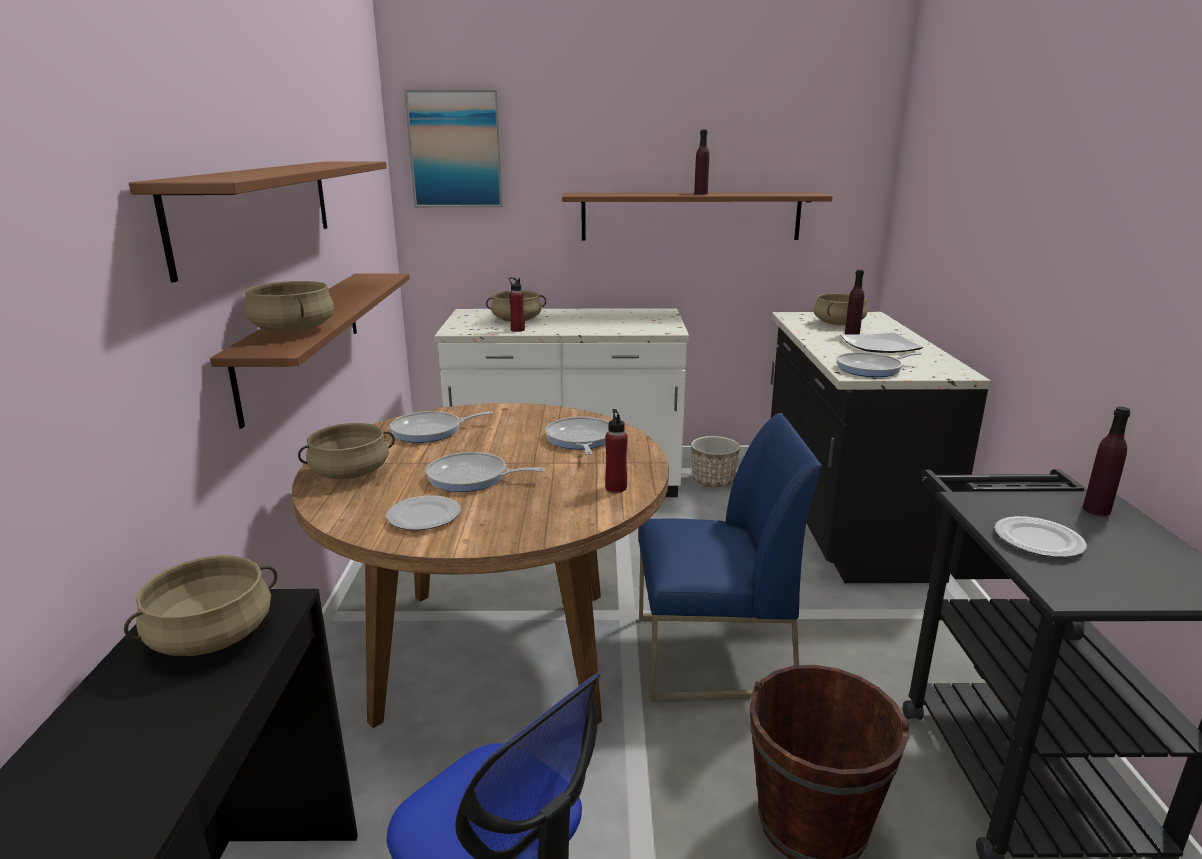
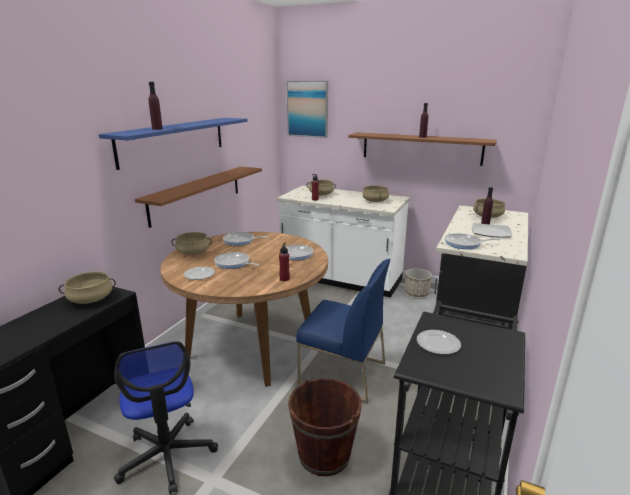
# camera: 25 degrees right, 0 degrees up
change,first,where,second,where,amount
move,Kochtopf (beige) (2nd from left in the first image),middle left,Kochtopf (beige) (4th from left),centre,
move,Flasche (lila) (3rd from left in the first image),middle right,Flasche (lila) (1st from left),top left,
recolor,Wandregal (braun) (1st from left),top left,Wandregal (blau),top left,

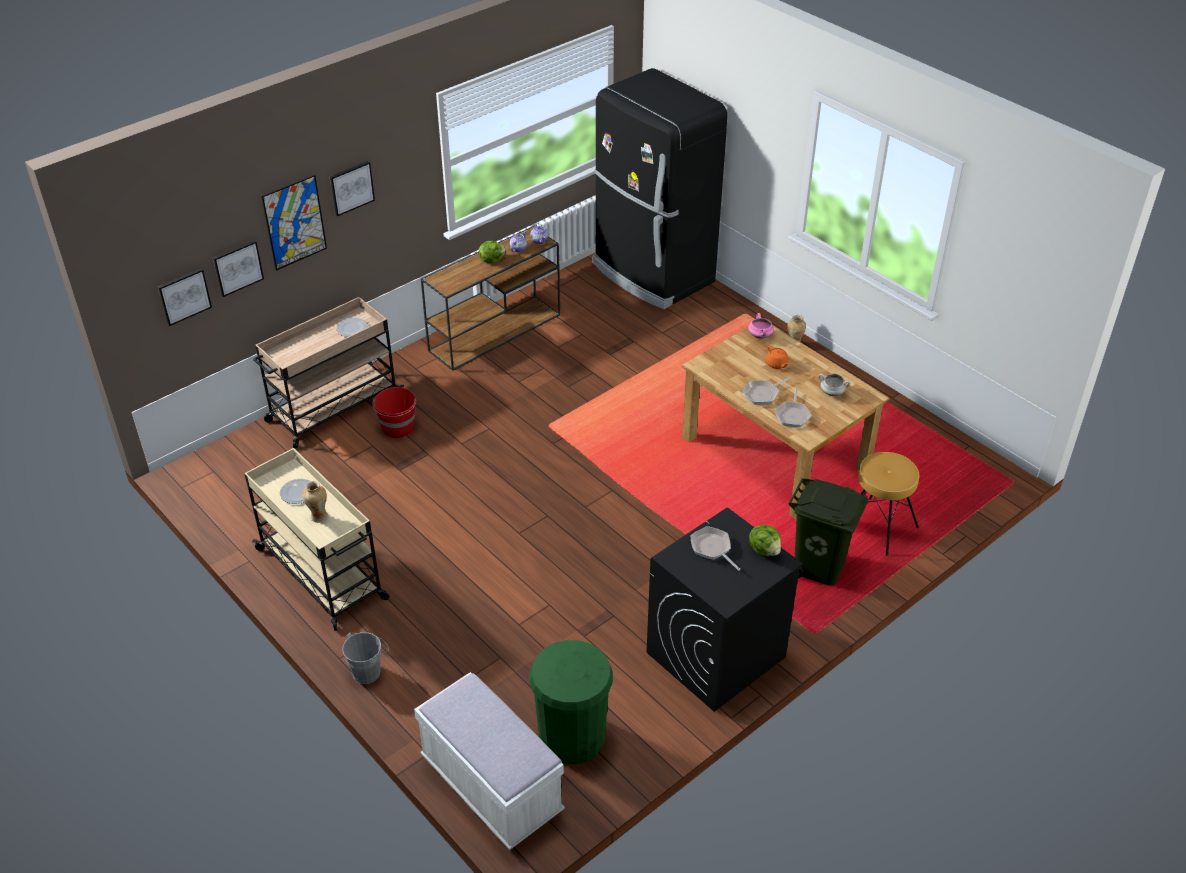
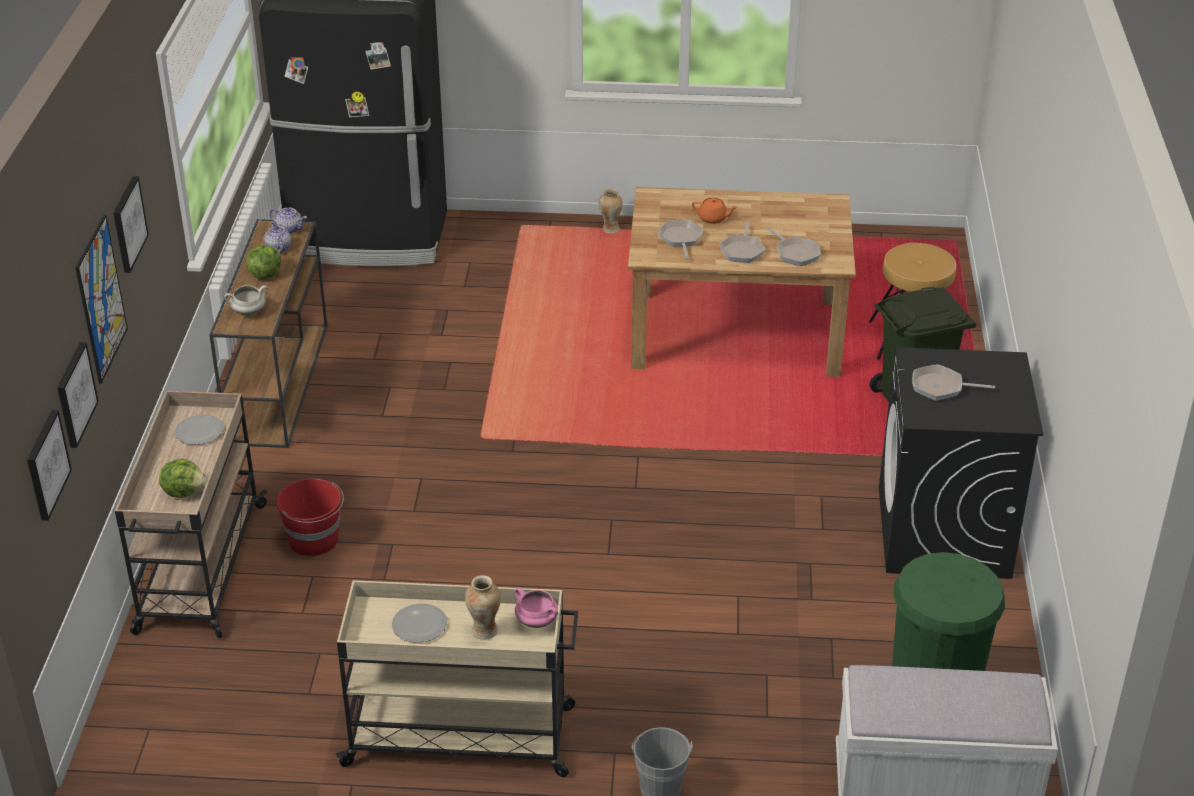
# camera: 45 degrees left, 5 degrees down
change,first,where,second,where,amount
insert,,,Pfanne (1st from left),top centre,
move,Kochtopf (rosa),centre,,bottom centre,
move,Salatkopf (2nd from left in the first image),centre,Salatkopf (1st from left),middle left,
move,Kochtopf (weiß),middle right,,middle left,

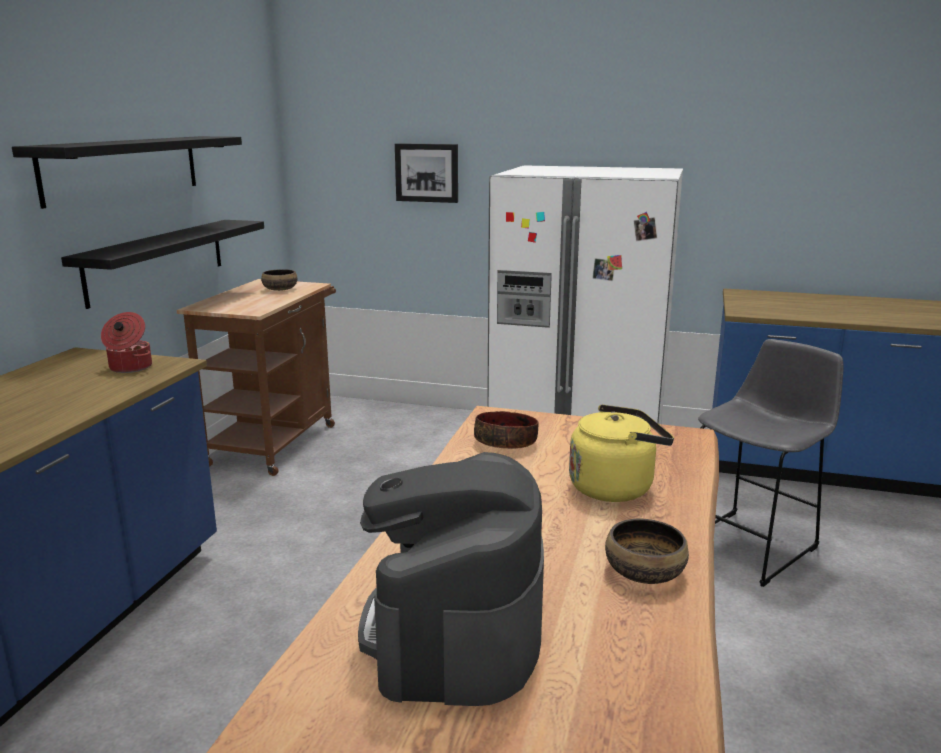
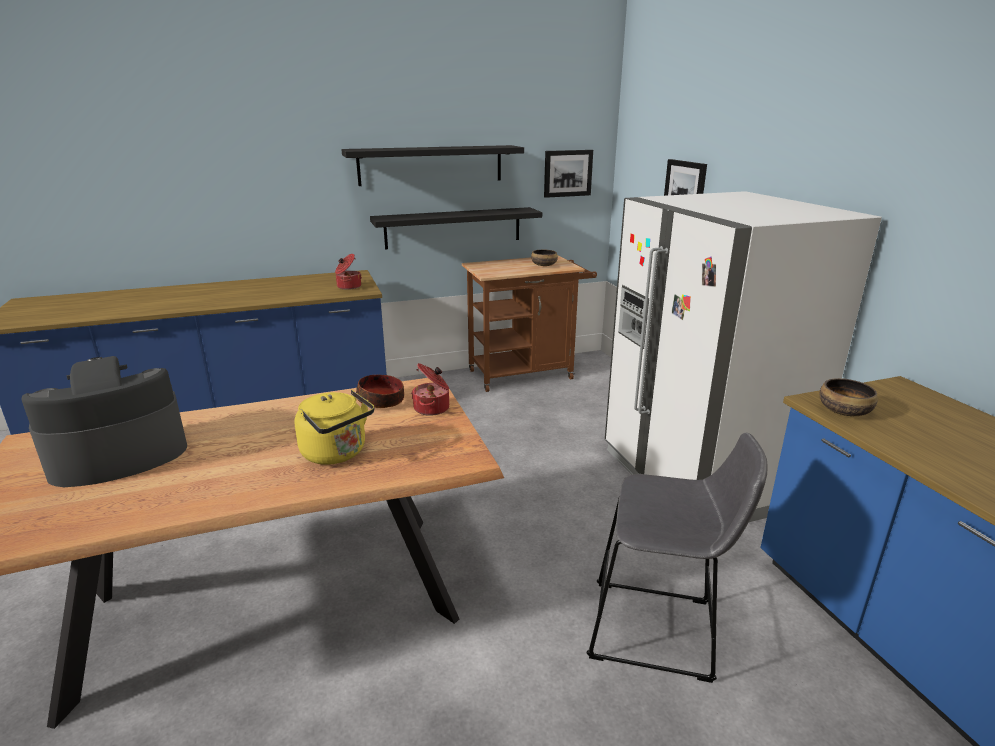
# camera: 55 degrees right, 5 degrees up
change,first,where,second,where,amount
insert,,,Kochtopf (2nd from left),centre,
insert,,,Bild (1st from left),top centre,
move,Schüssel (3rd from left),bottom right,,middle right,

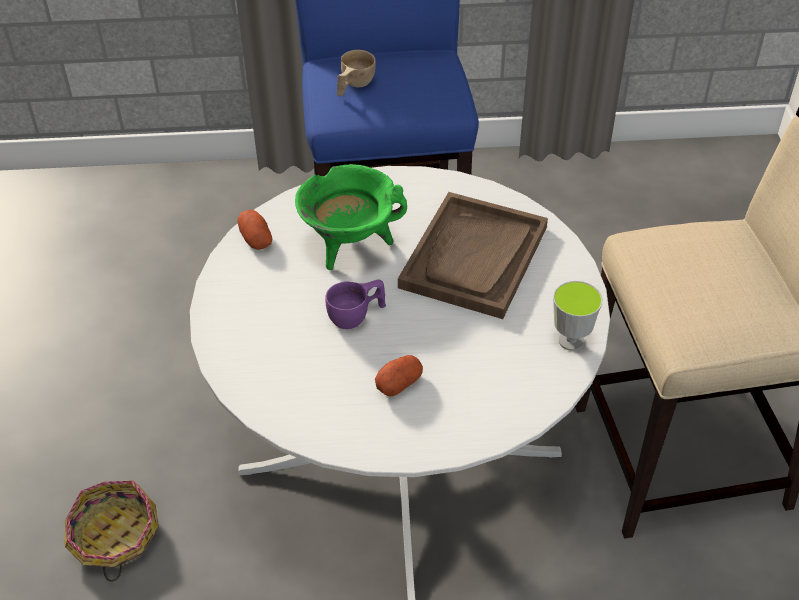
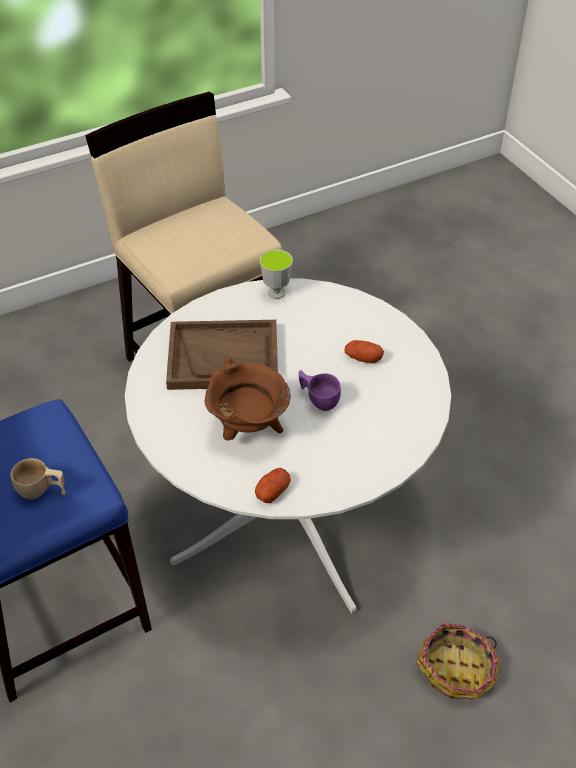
# camera: 115 degrees left, 0 degrees up
change,first,where,second,where,amount
recolor,Kochtopf (grün),centre,Kochtopf (braun),centre,

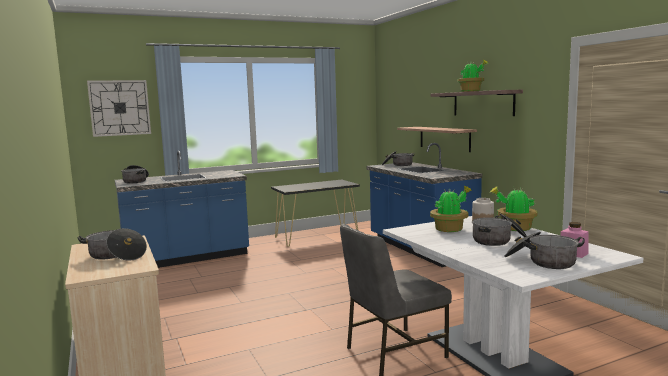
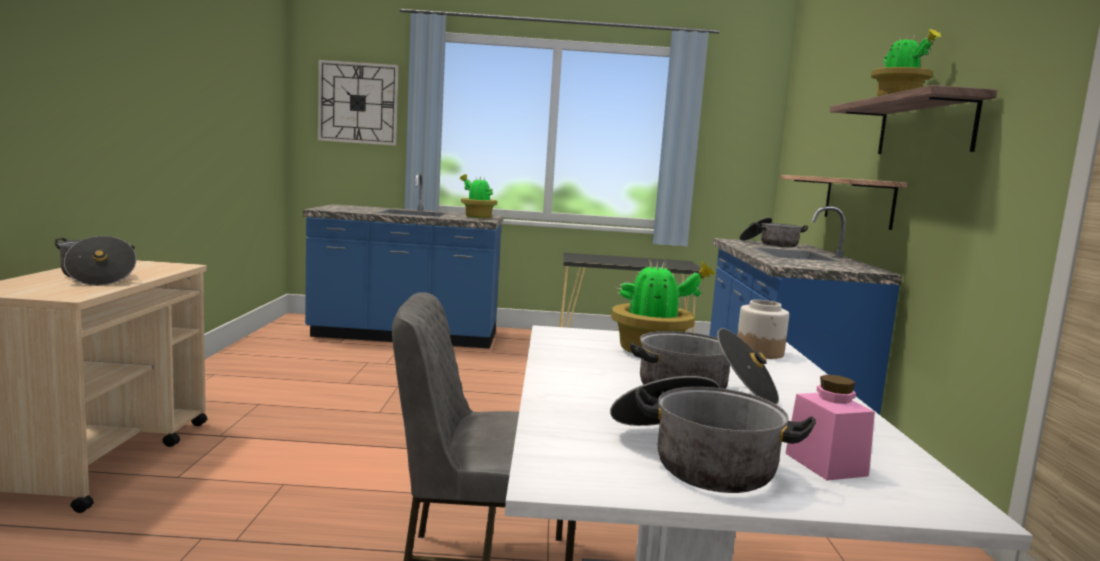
# camera: 25 degrees right, 0 degrees up
change,first,where,second,where,amount
delete,Kochtopf (2nd from left),middle left,,,
move,Topfpflanze (3rd from left in the first image),middle right,Topfpflanze (1st from left),centre,

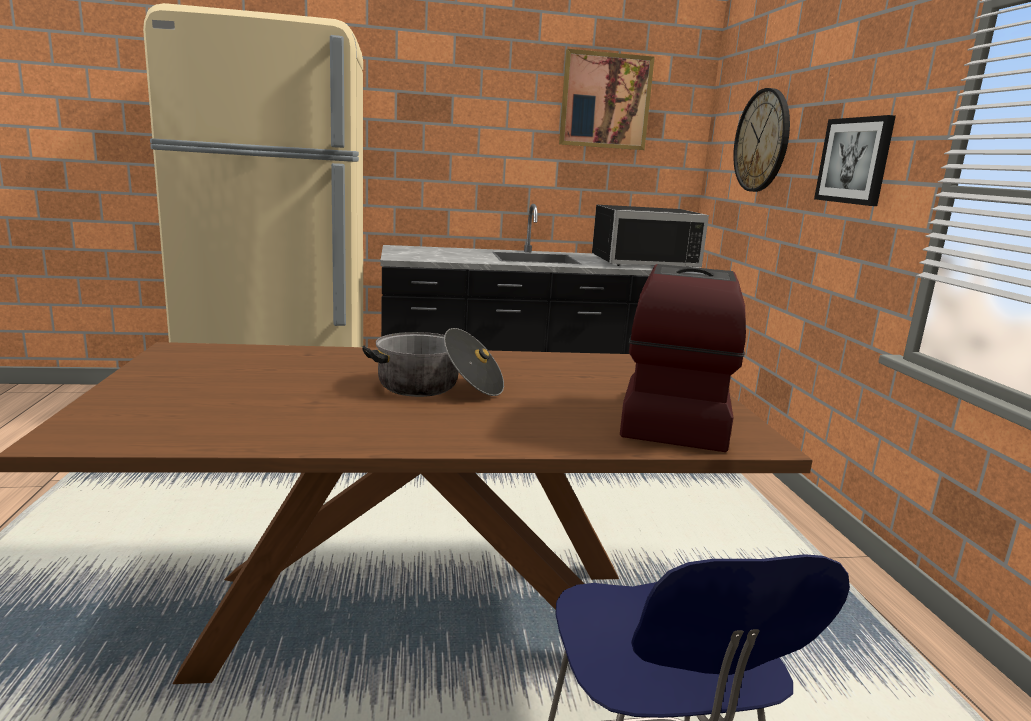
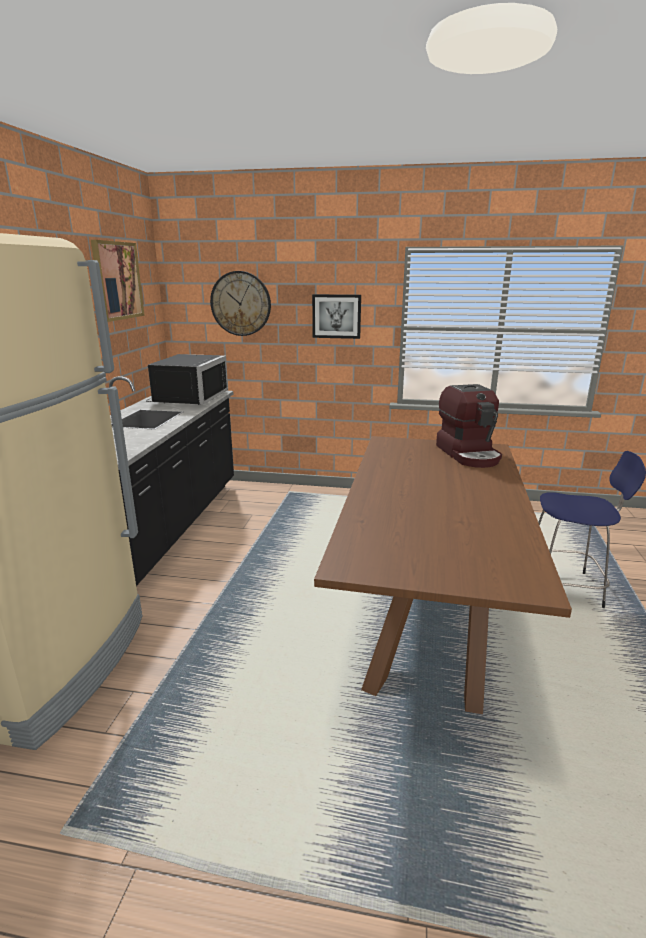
# camera: 70 degrees left, 5 degrees up
change,first,where,second,where,amount
delete,Kochtopf,centre,,,
rotate,Kaffeemaschine,centre,,middle right,135 degrees counterclockwise

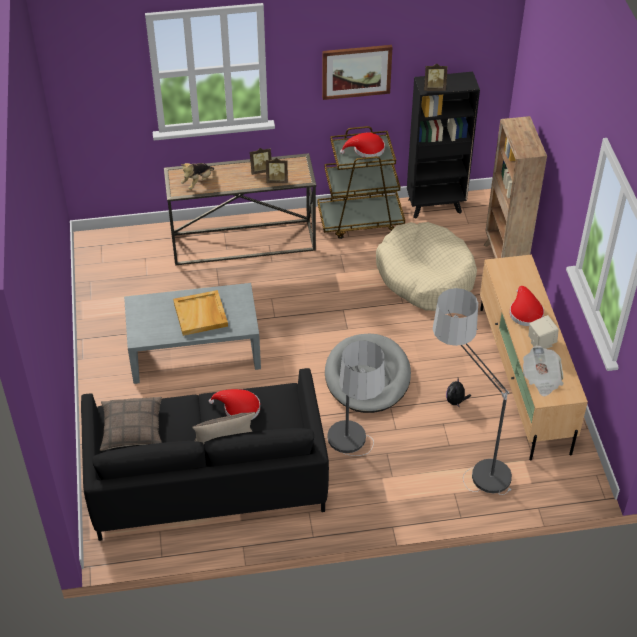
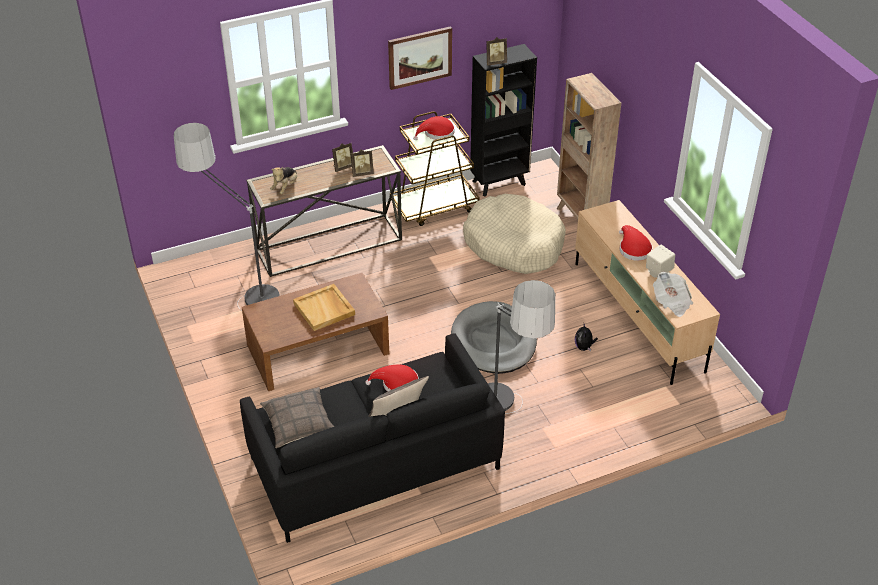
# camera: 15 degrees left, 5 degrees down
change,first,where,second,where,amount
move,Stehlampe (2nd from left in the first image),middle right,Stehlampe (1st from left),middle left,
recolor,Couchtisch (grau),middle left,Couchtisch (braun),centre,

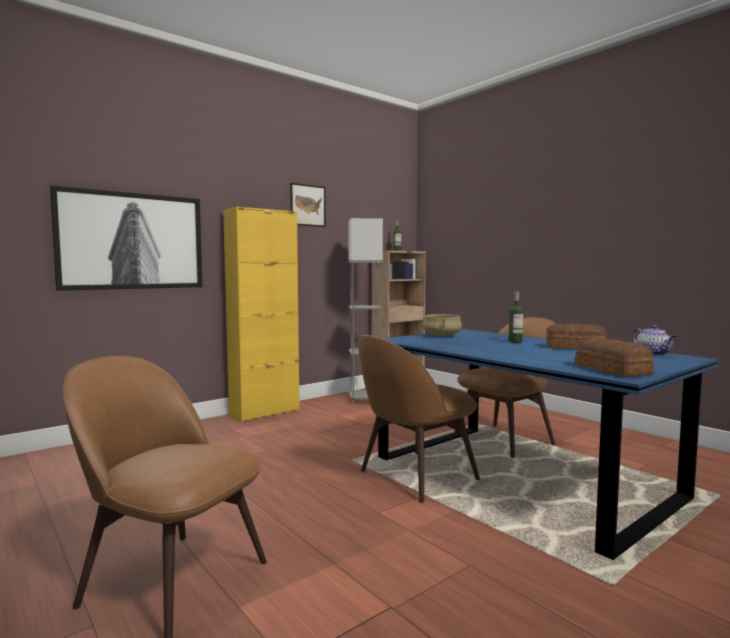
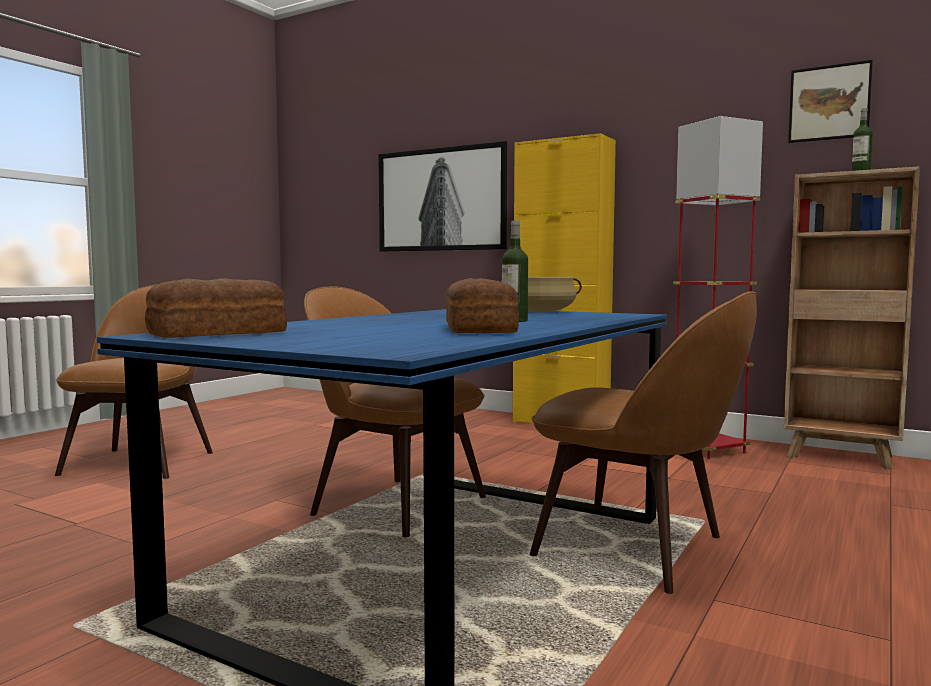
# camera: 70 degrees right, 0 degrees up
change,first,where,second,where,amount
delete,Teekanne,middle right,,,
move,Bild (2nd from left),top centre,,top right,
recolor,Stehlampe (grau),centre,Stehlampe (rot),middle right,

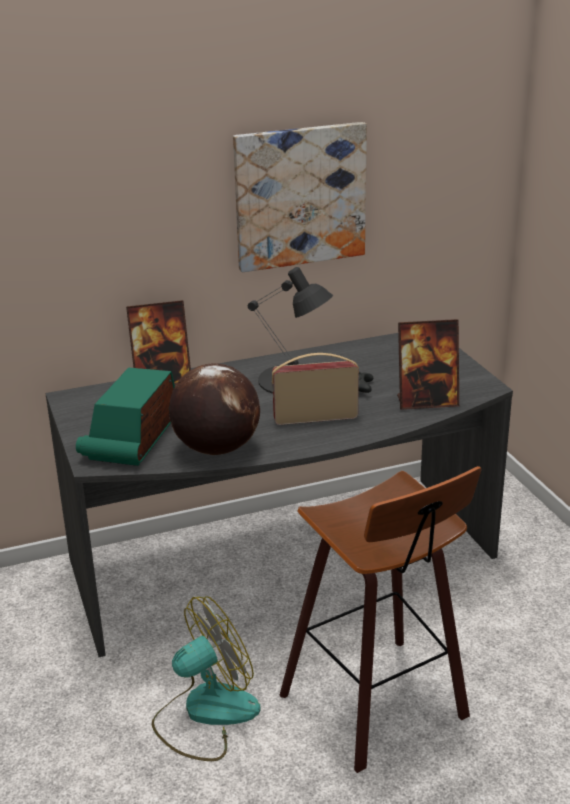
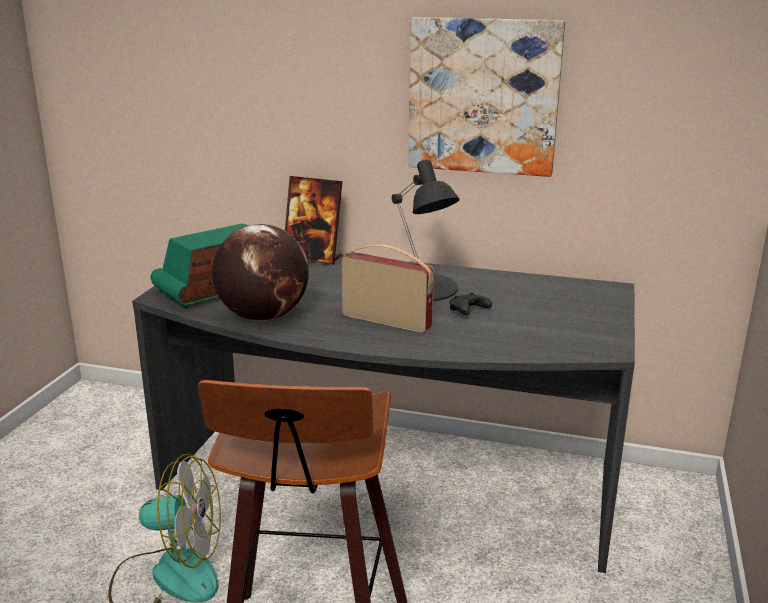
# camera: 35 degrees right, 5 degrees down
change,first,where,second,where,amount
delete,Bilderrahmen (2nd from left),middle right,,,

